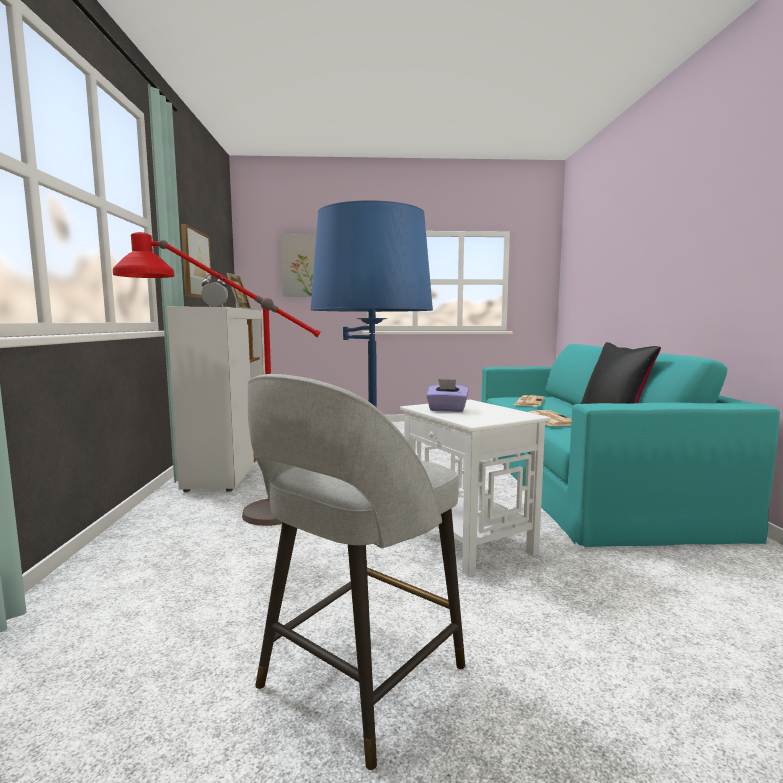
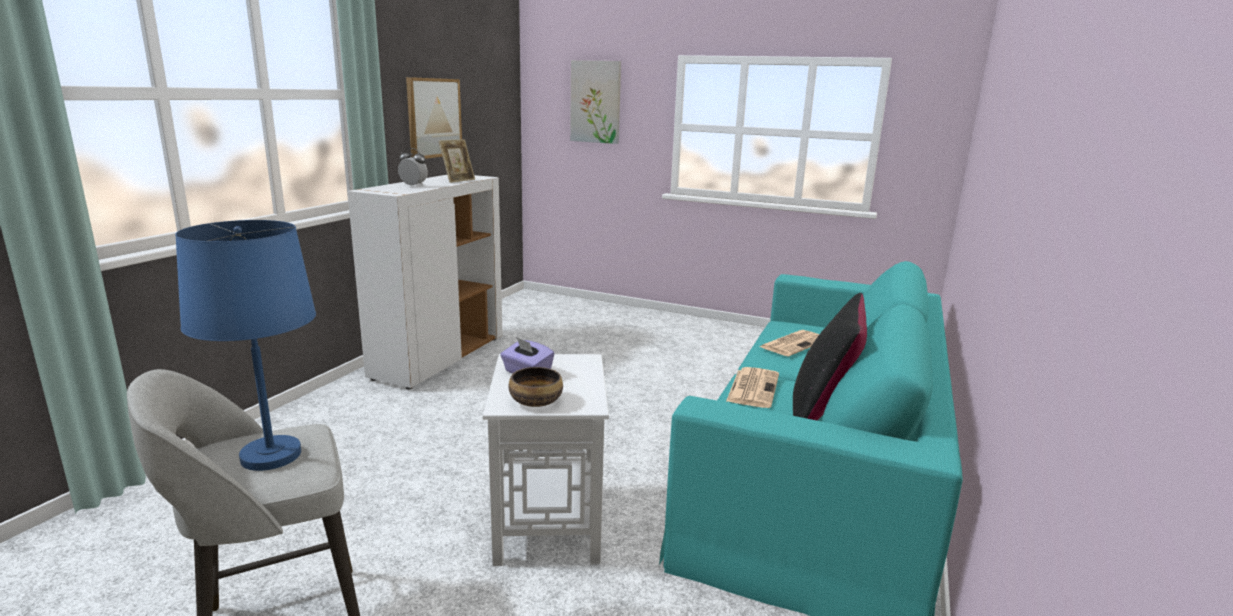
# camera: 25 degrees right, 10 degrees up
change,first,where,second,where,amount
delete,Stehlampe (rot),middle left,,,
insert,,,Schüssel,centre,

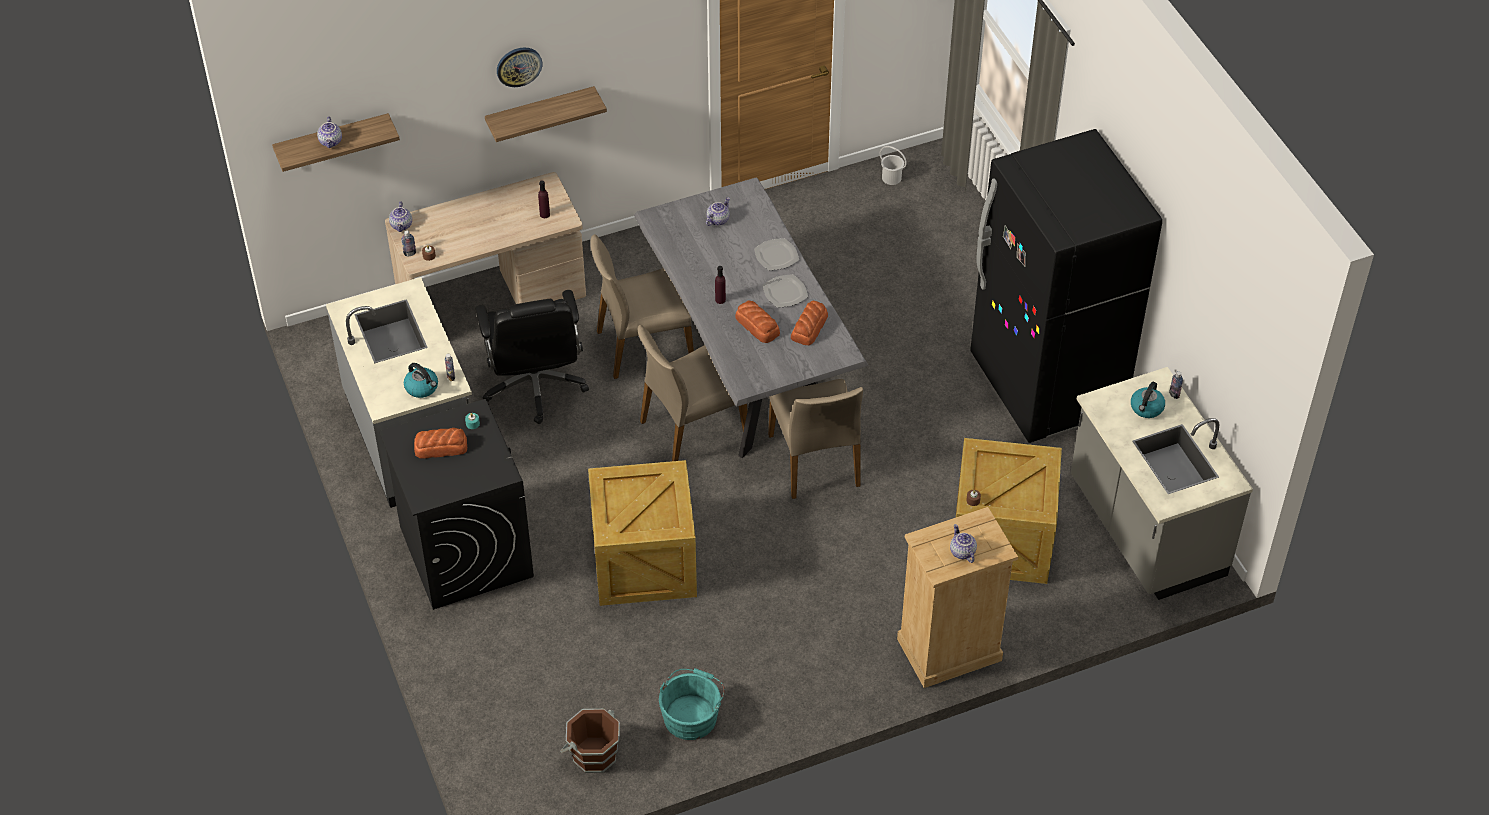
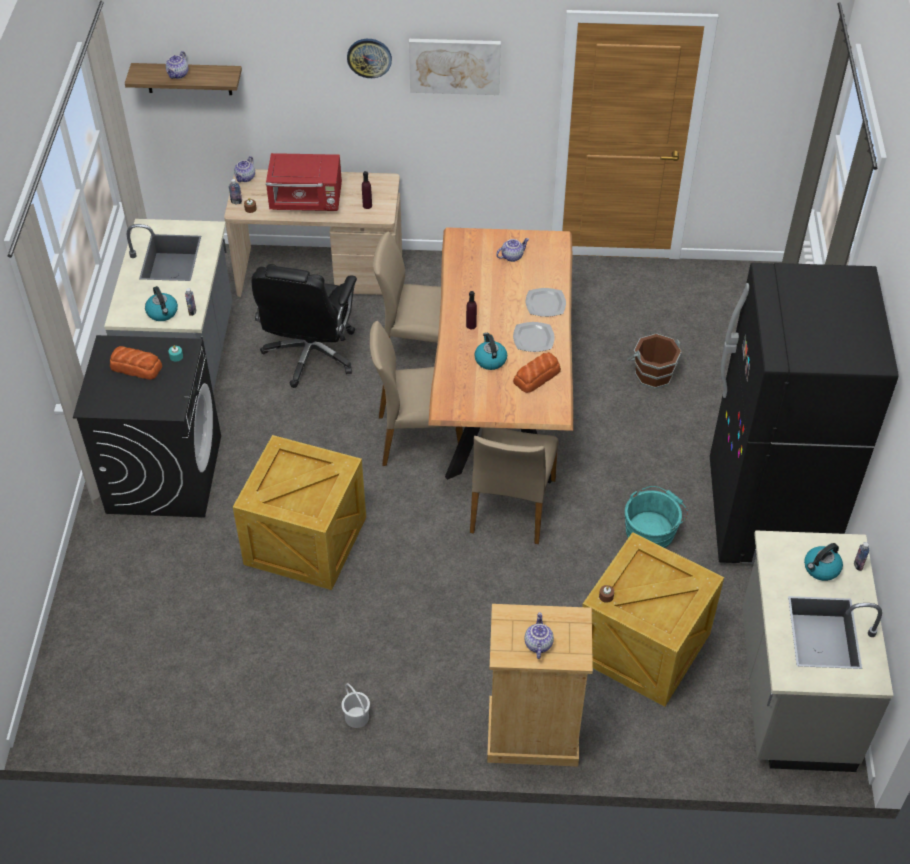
# camera: 25 degrees right, 0 degrees up
change,first,where,second,where,amount
delete,Wandregal (2nd from left),top centre,,,
insert,,,Mikrowelle (rot),top centre,
insert,,,Bild,top centre,
move,Eimer (braun),bottom centre,,middle right,
move,Eimer (türkis),bottom centre,,middle right,
move,Eimer (weiß),top centre,,bottom centre,
replace,Brot (2nd from left),centre,Wasserkessel (2nd from left),centre,
recolor,Esstisch (grau),centre,Esstisch (braun),centre,

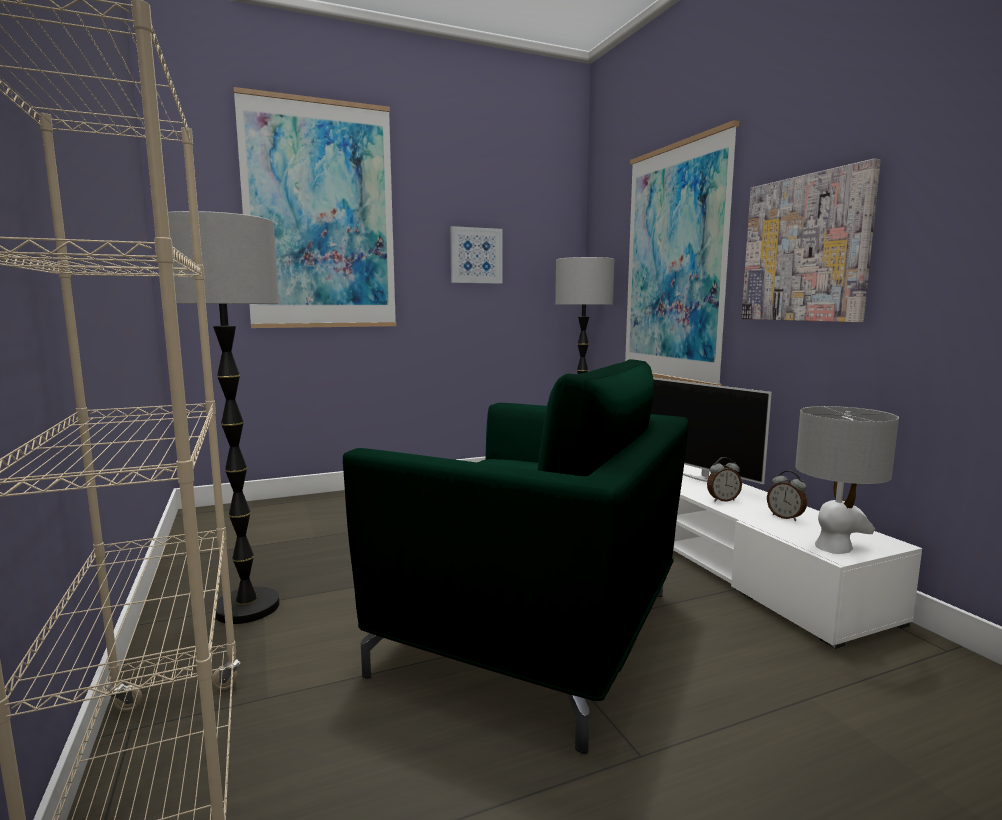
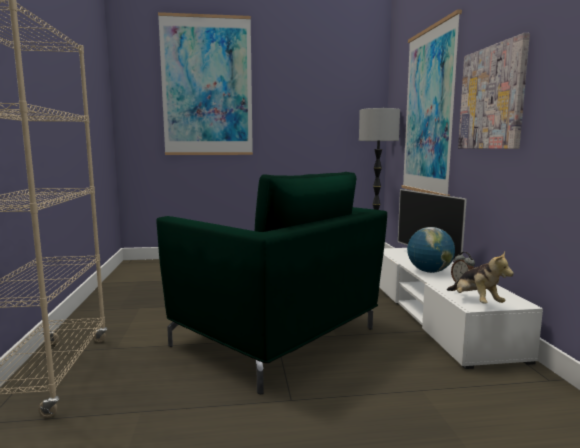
# camera: 15 degrees right, 0 degrees up
change,first,where,second,where,amount
delete,Stehlampe (1st from left),middle left,,,
delete,Bild (2nd from left),top centre,,,
replace,Wecker (1st from left),middle right,Globus,middle right,
replace,Tischlampe (grau),middle right,Plüschtier,middle right,

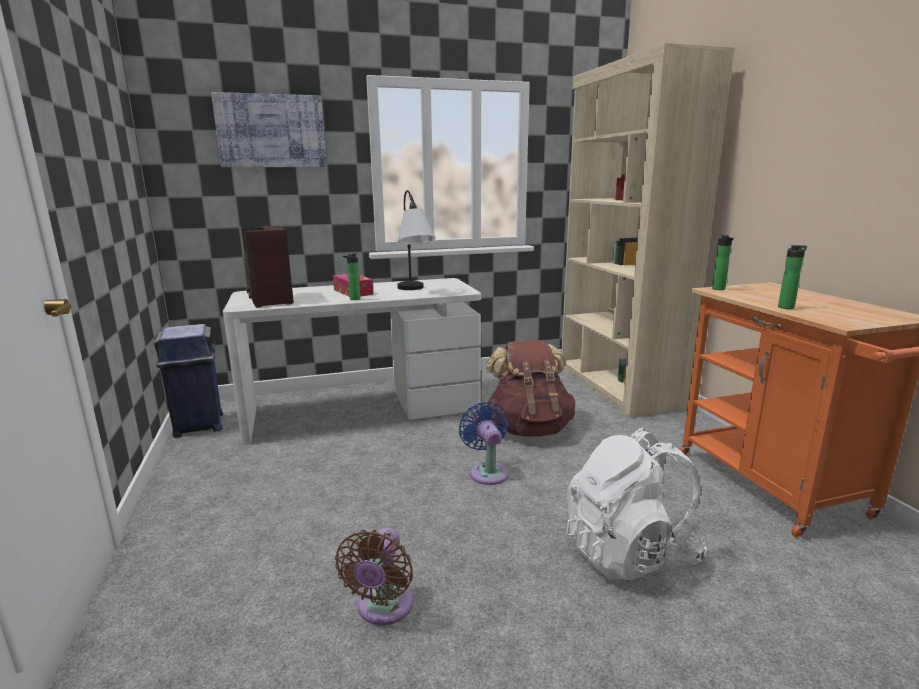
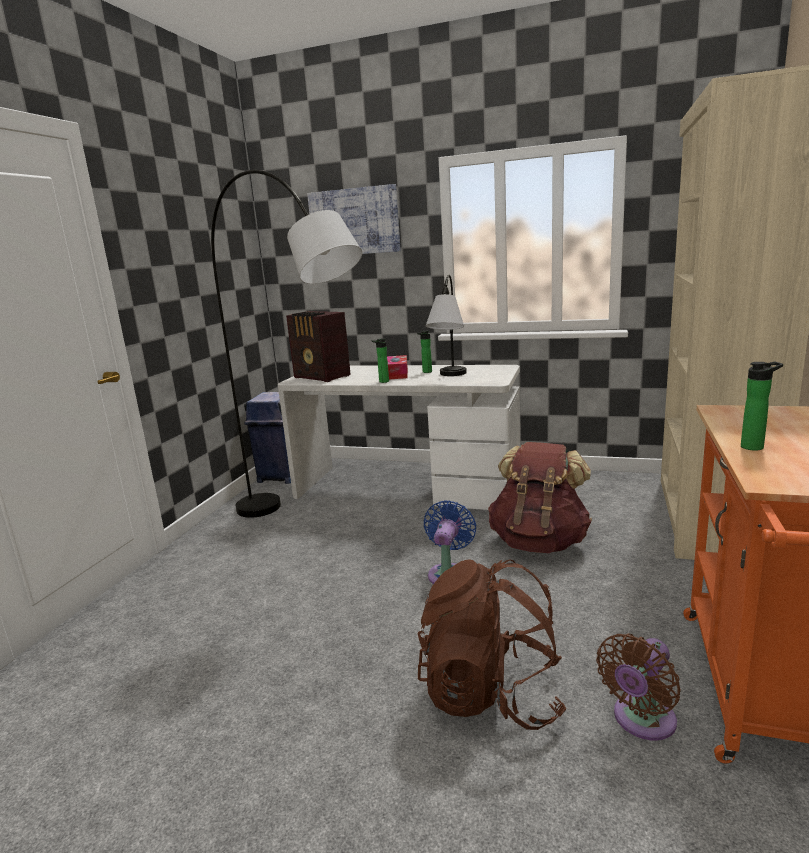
# camera: 35 degrees right, 0 degrees up
change,first,where,second,where,amount
insert,,,Stehlampe (grau),centre,
move,Ventilator (braun),bottom centre,,bottom right,
move,Flasche (2nd from left),middle right,,centre,
recolor,Rucksack (weiß),bottom right,Rucksack (braun) (1st from left),bottom centre,
rotate,Radio,middle left,,centre,60 degrees counterclockwise

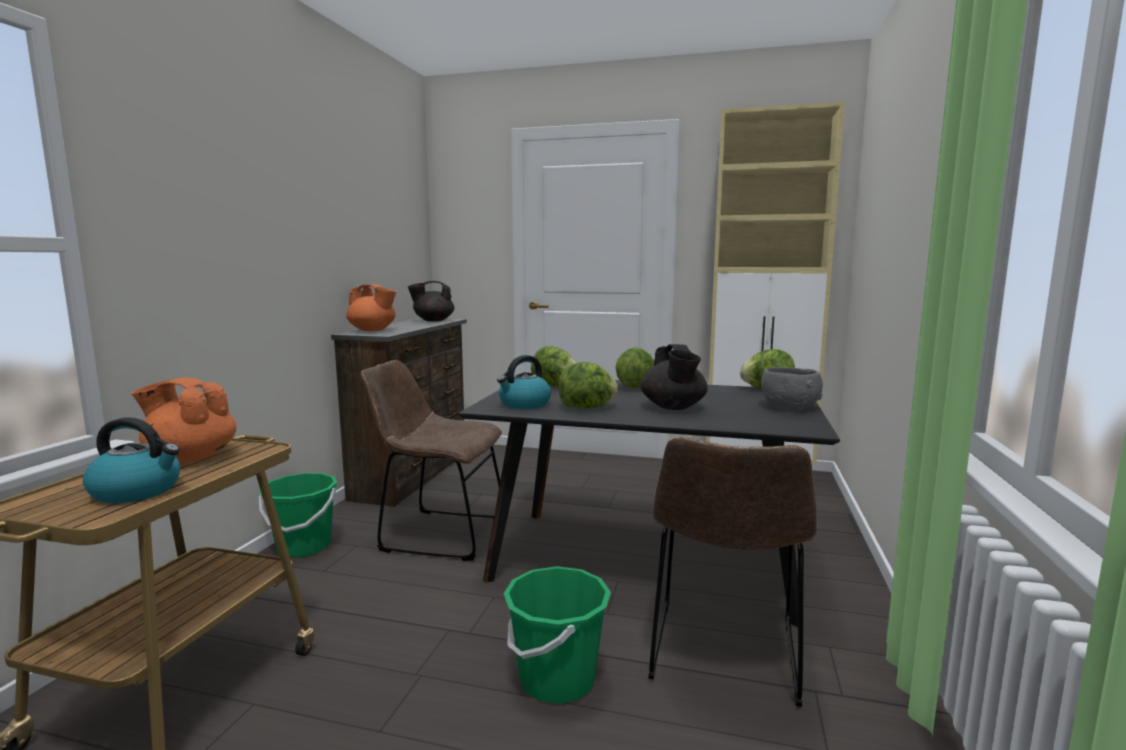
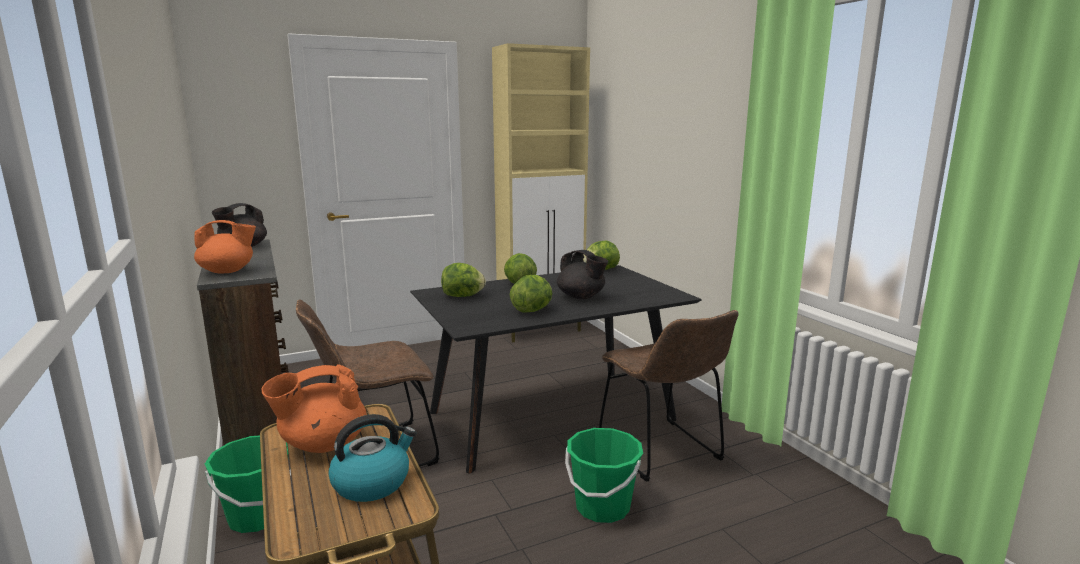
# camera: 40 degrees left, 5 degrees up
change,first,where,second,where,amount
delete,Wasserkessel (2nd from left),centre,,,
delete,Schüssel (grau),middle right,,,

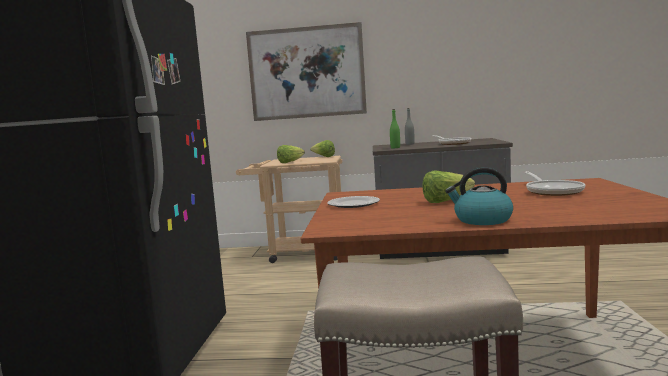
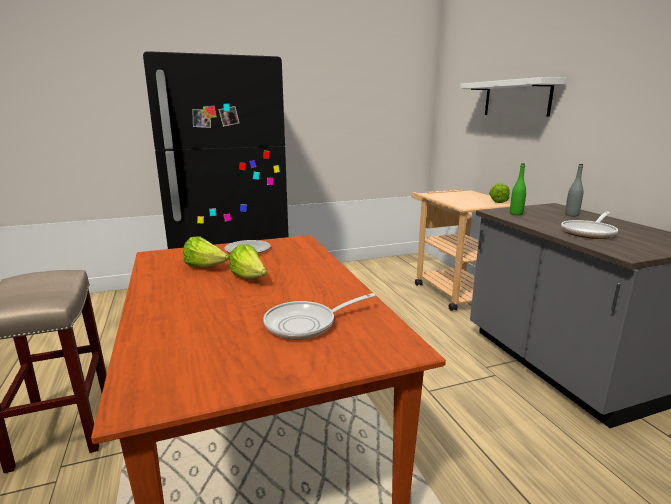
# camera: 65 degrees right, 10 degrees up
change,first,where,second,where,amount
delete,Wasserkessel,middle right,,,
move,Salatkopf (1st from left),centre,,middle left,
replace,Bild,top centre,Wandregal (weiß),top right,

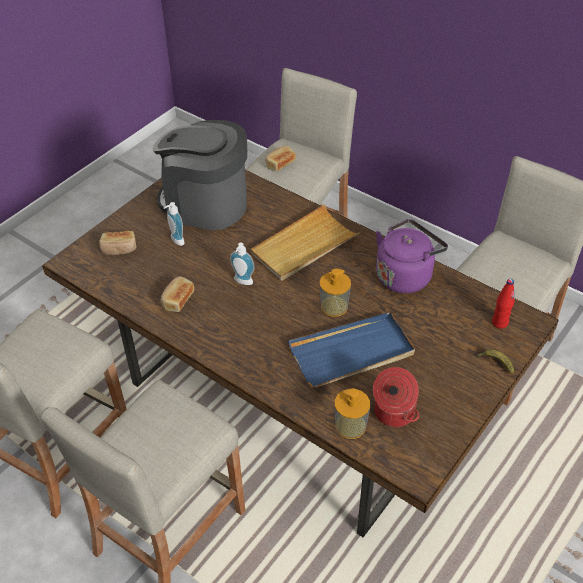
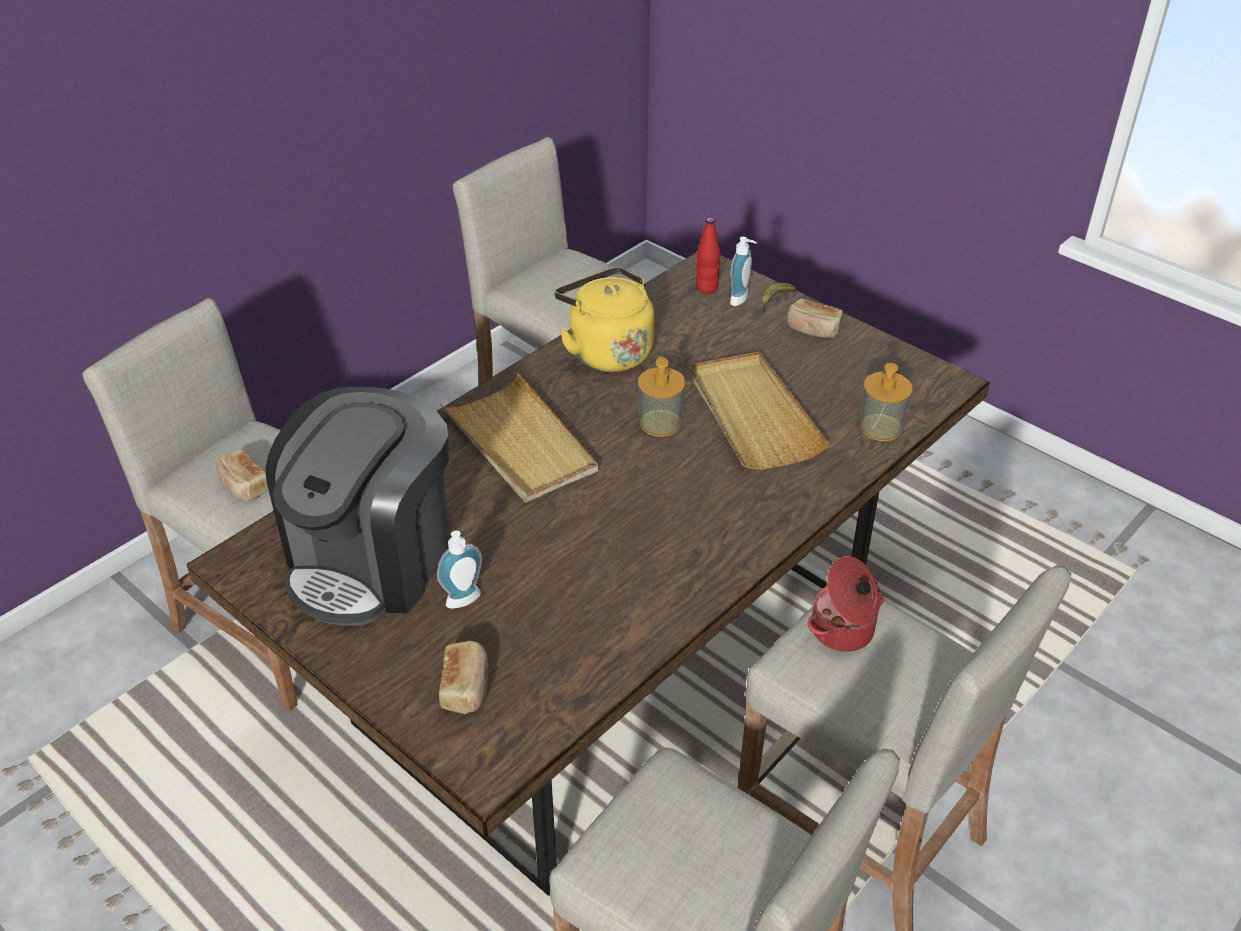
# camera: 85 degrees left, 5 degrees down
change,first,where,second,where,amount
move,Brot (2nd from left in the first image),middle left,Brot (3rd from left),centre,
move,Seifenspender (2nd from left in the first image),centre,Seifenspender (3rd from left),top centre,
move,Kochtopf,bottom right,,middle right,
recolor,Tablett (blau),centre,Tablett (beige) (2nd from left),centre,
recolor,Wasserkessel (lila),middle right,Wasserkessel (gelb),centre,

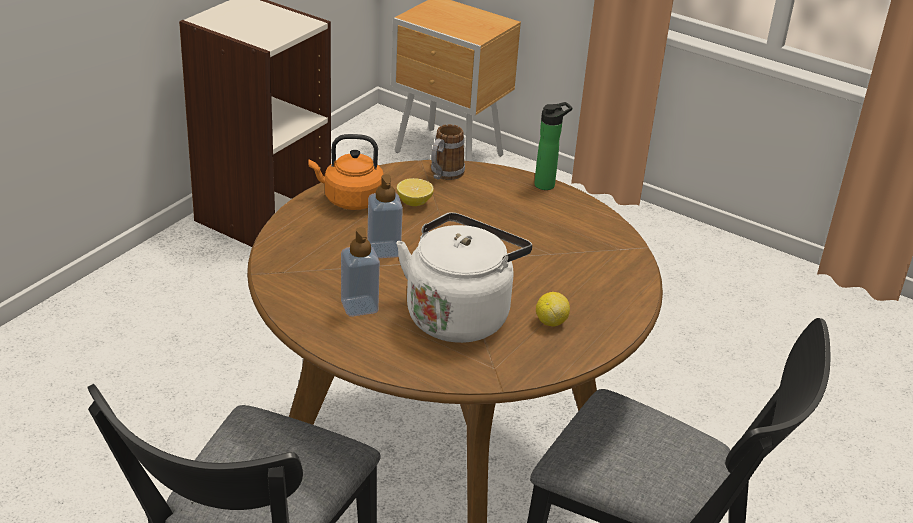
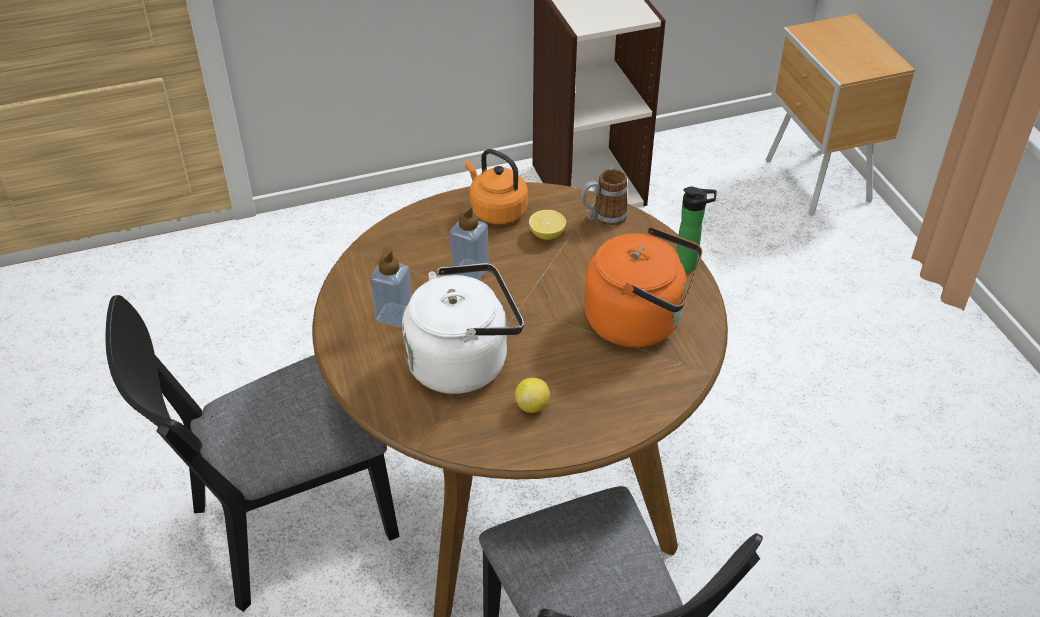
# camera: 40 degrees right, 10 degrees up
change,first,where,second,where,amount
insert,,,Wasserkessel (orange) (2nd from left),centre,

